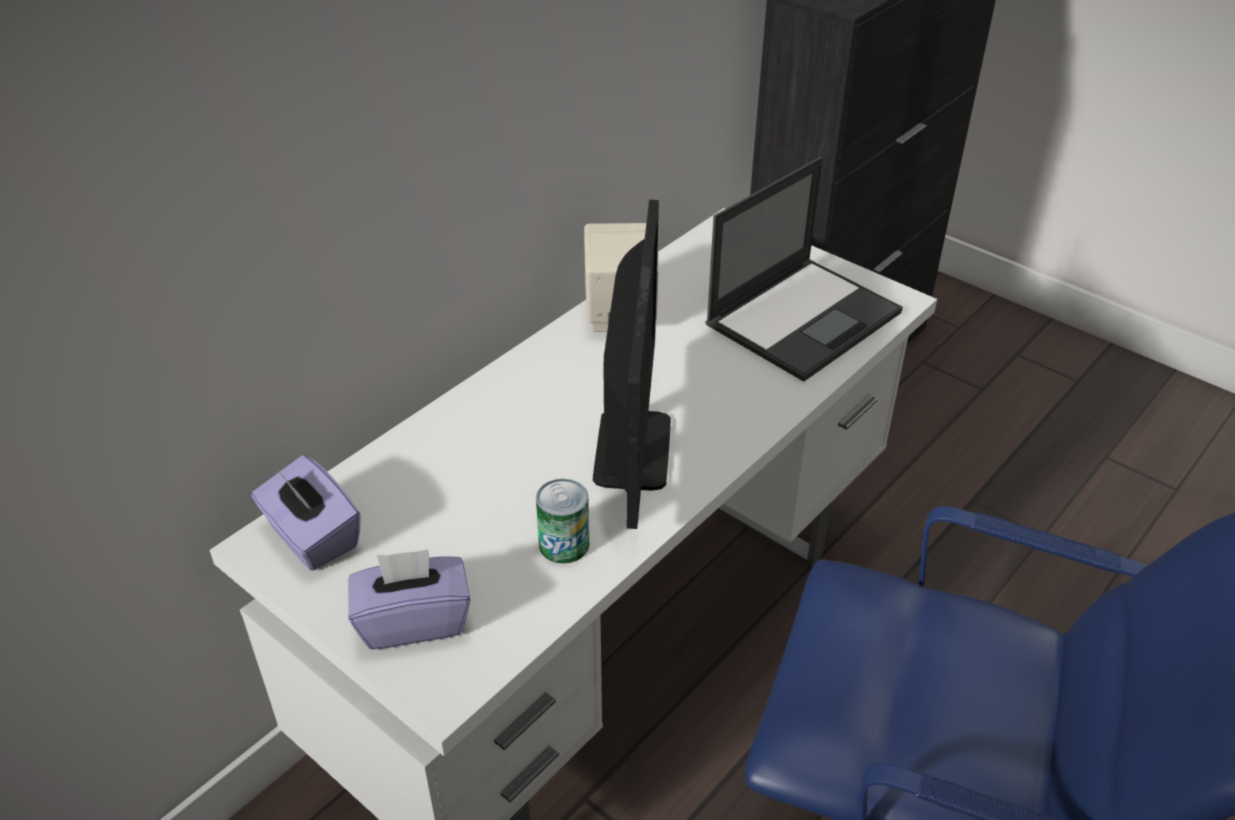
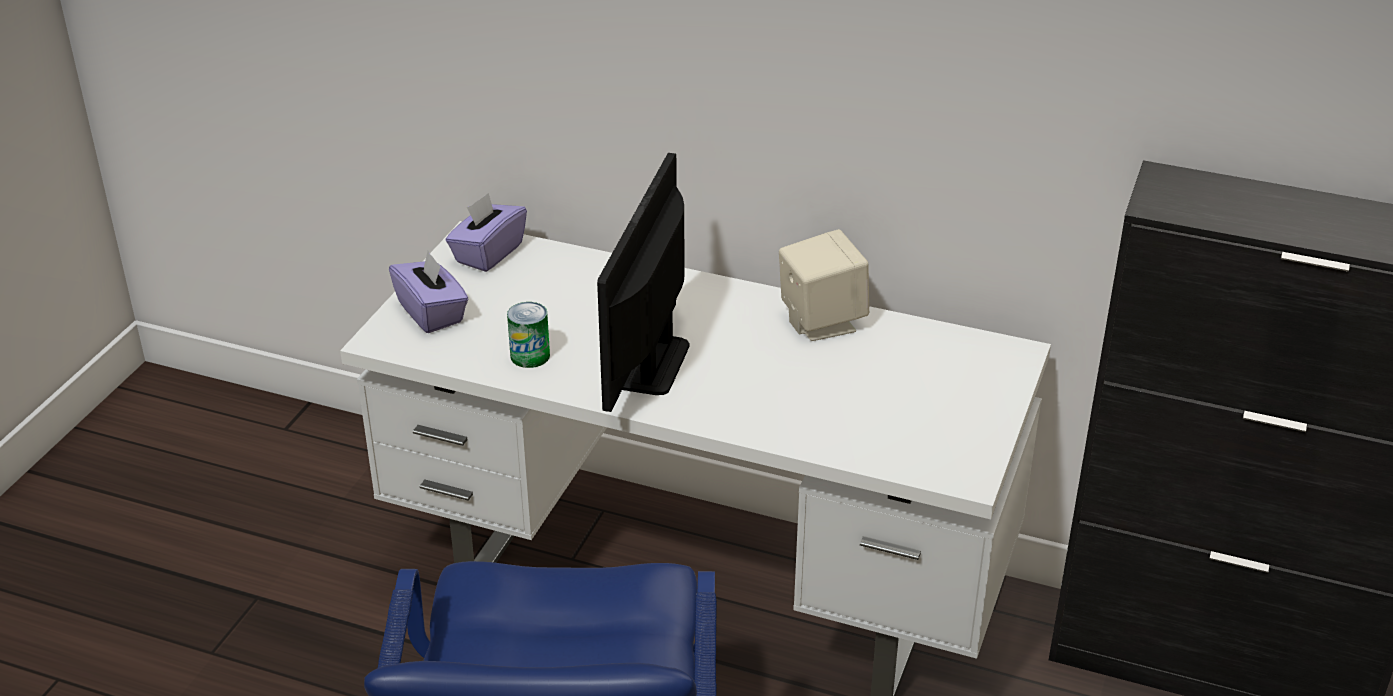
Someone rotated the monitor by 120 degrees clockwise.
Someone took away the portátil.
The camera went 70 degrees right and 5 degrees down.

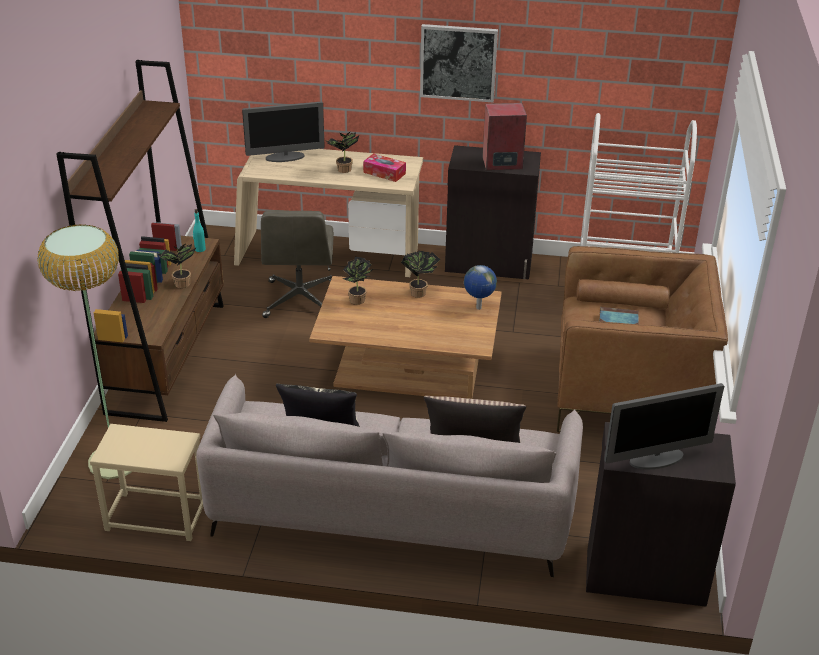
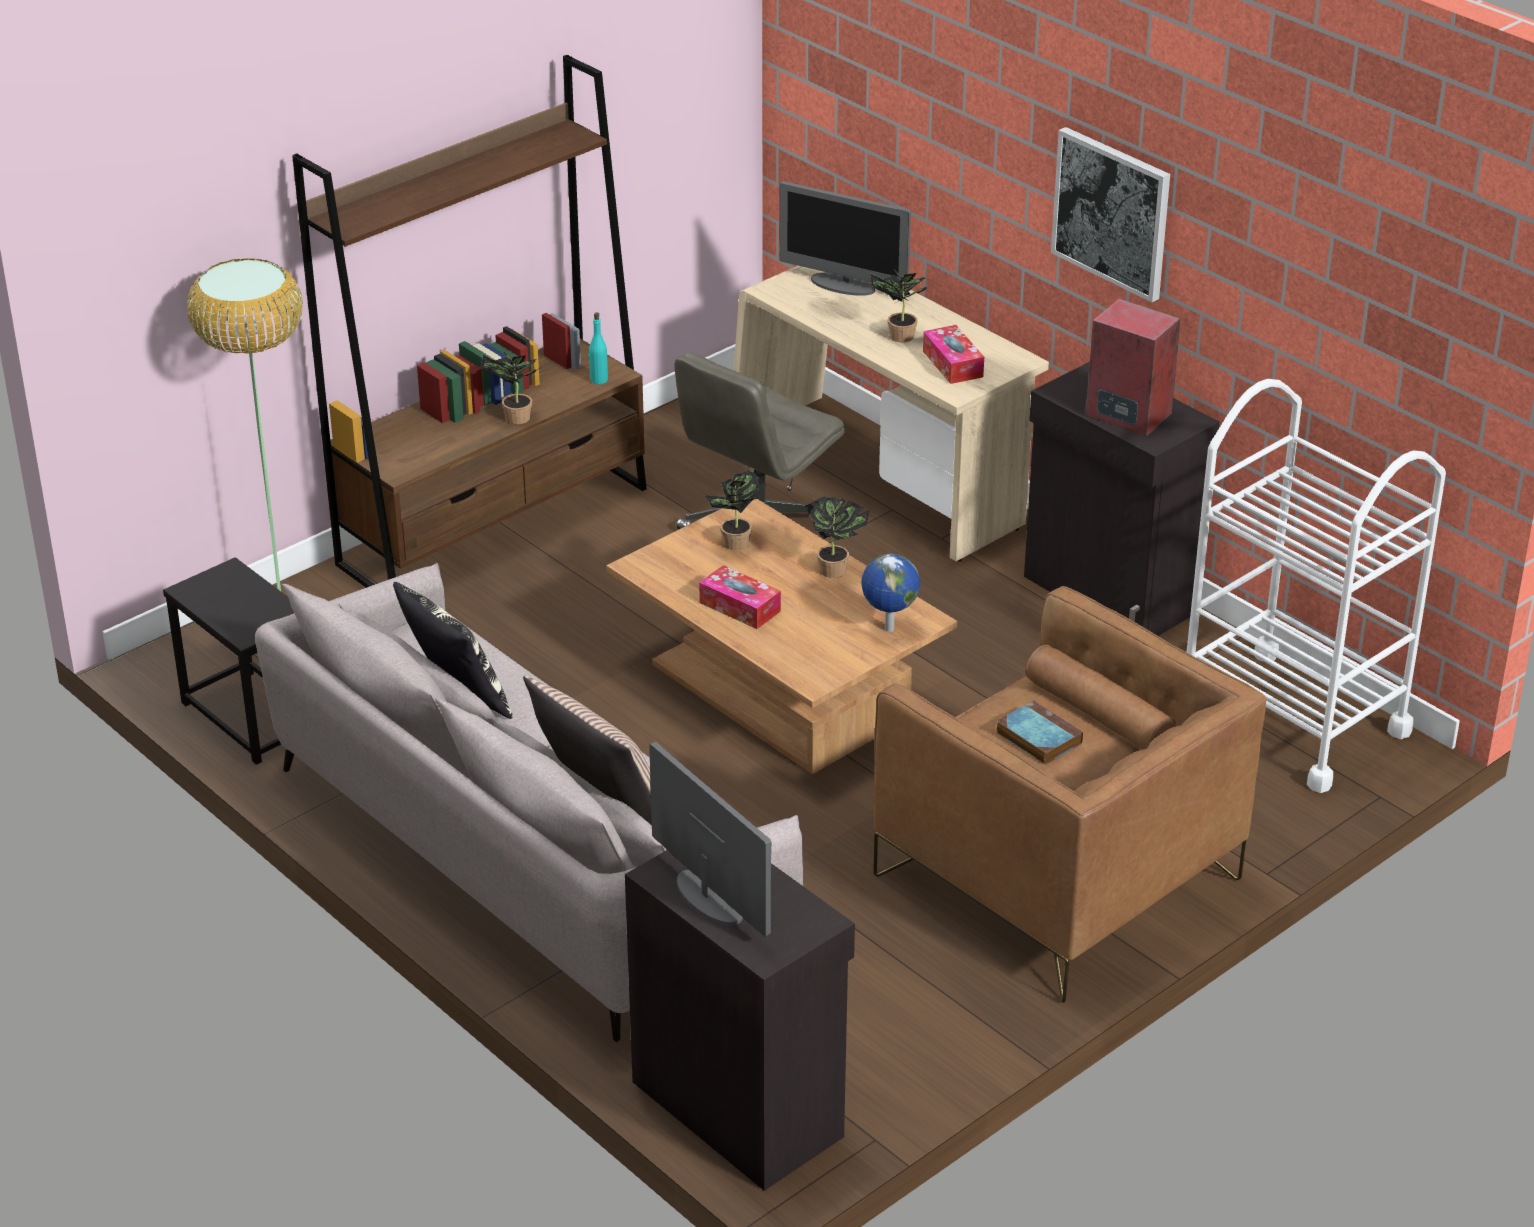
Someone repainted the mesa auxiliar/beis, which became the mesa auxiliar/negro.
Someone rotated the monitor (2nd from left in the first image) by 150 degrees counterclockwise.
Someone put down the caja de pañuelos (1st from left).
The camera went 40 degrees right and 0 degrees up.

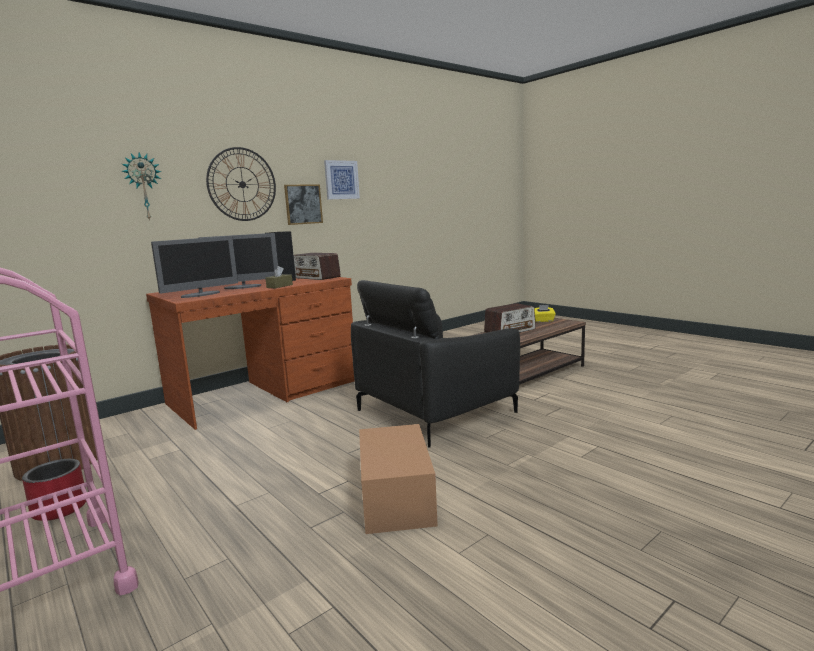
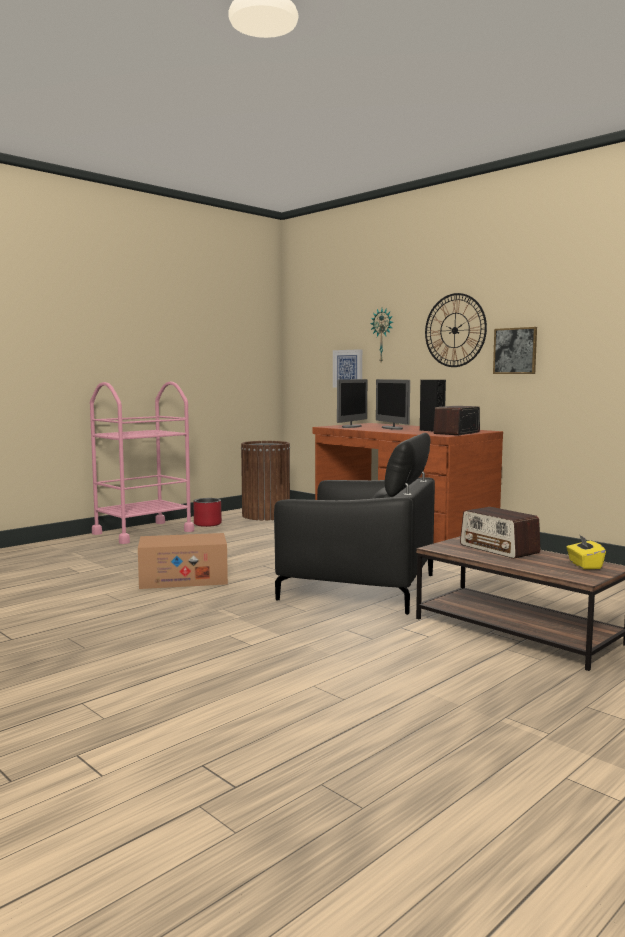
Someone rotated the sillón/negro by 150 degrees clockwise.
Someone carried the cuadro (2nd from left in the first image).
Someone rotated the monitor (1st from left) by 105 degrees counterclockwise.
Someone took away the caja de pañuelos/marrón.
The camera went 85 degrees right and 5 degrees down.

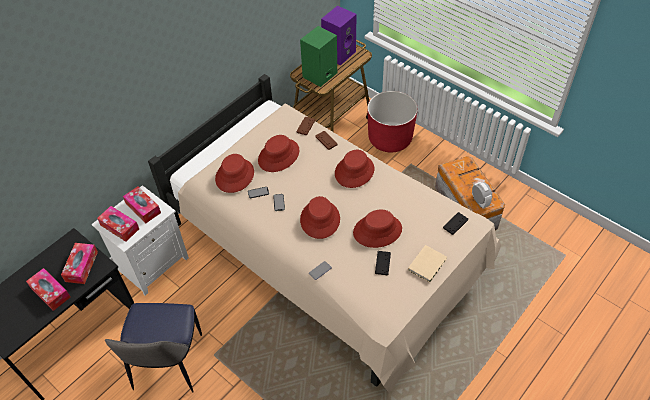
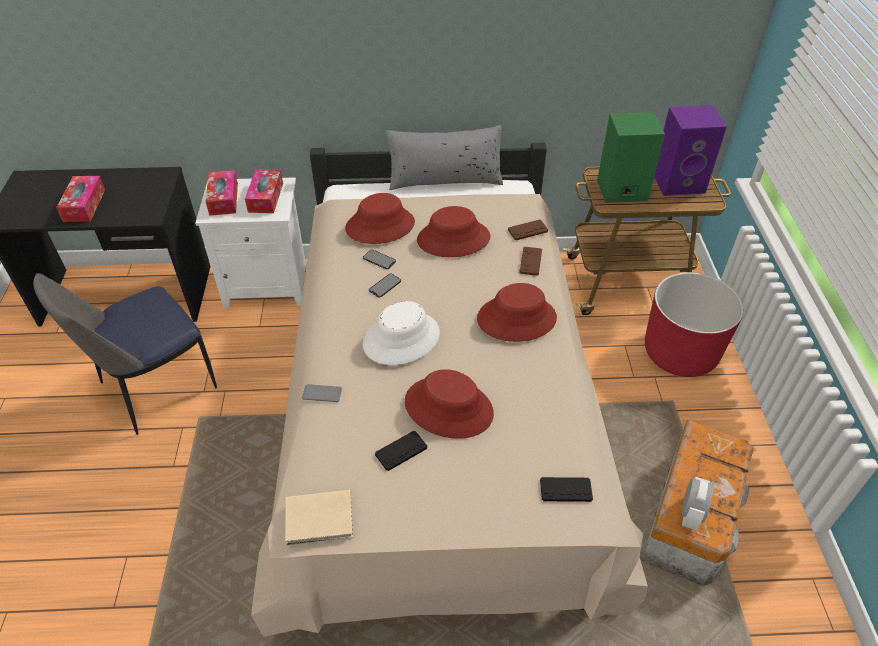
Someone carried the libro/beis.
Someone repainted the sombrero/rojo (3rd from left), which became the sombrero/blanco.
Someone put down the cojín/gris.
Someone took away the caja de pañuelos (2nd from left).
The camera went 45 degrees right and 5 degrees down.

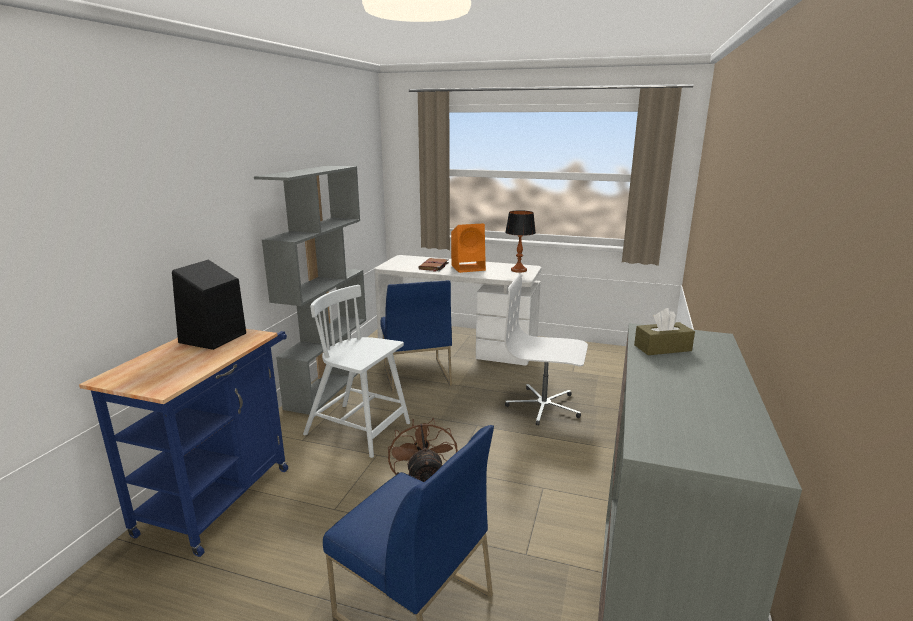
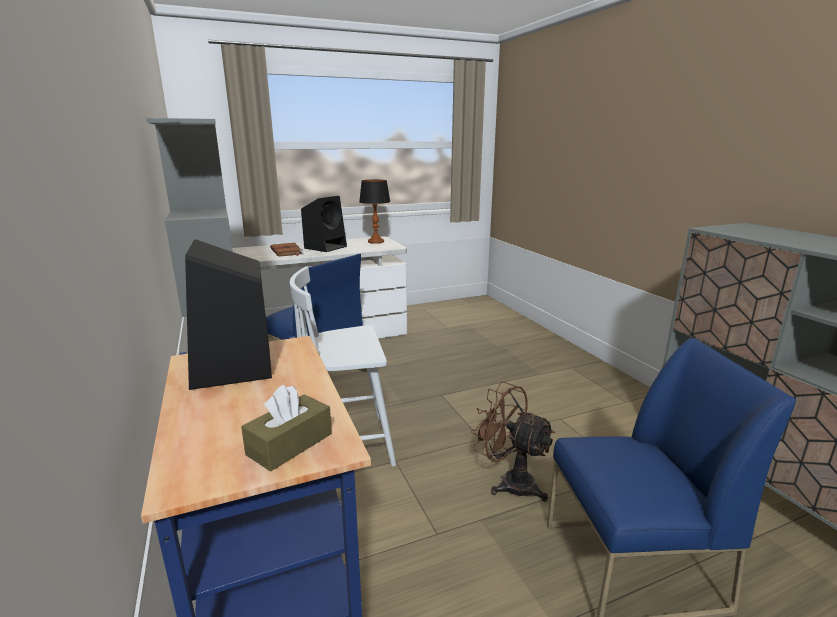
Someone carried the caja de pañuelos/marrón.
Someone repainted the altavoz/naranja, which became the altavoz/negro (2nd from left).
Someone took away the silla de oficina/blanco.
The camera went 40 degrees left and 0 degrees up.

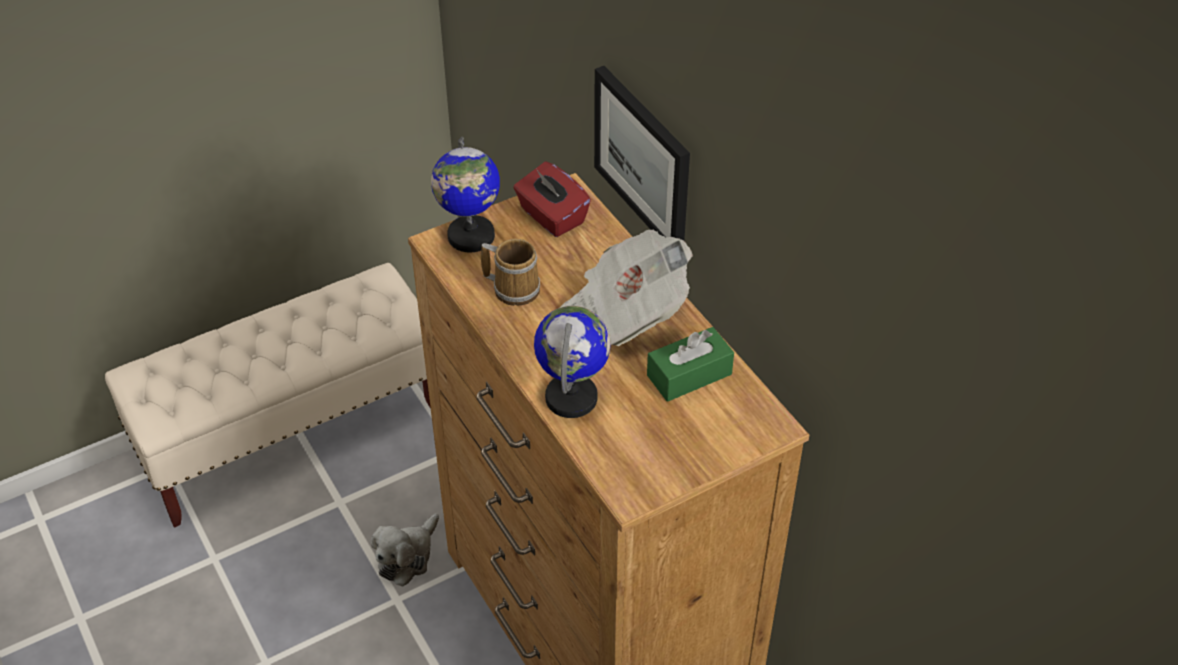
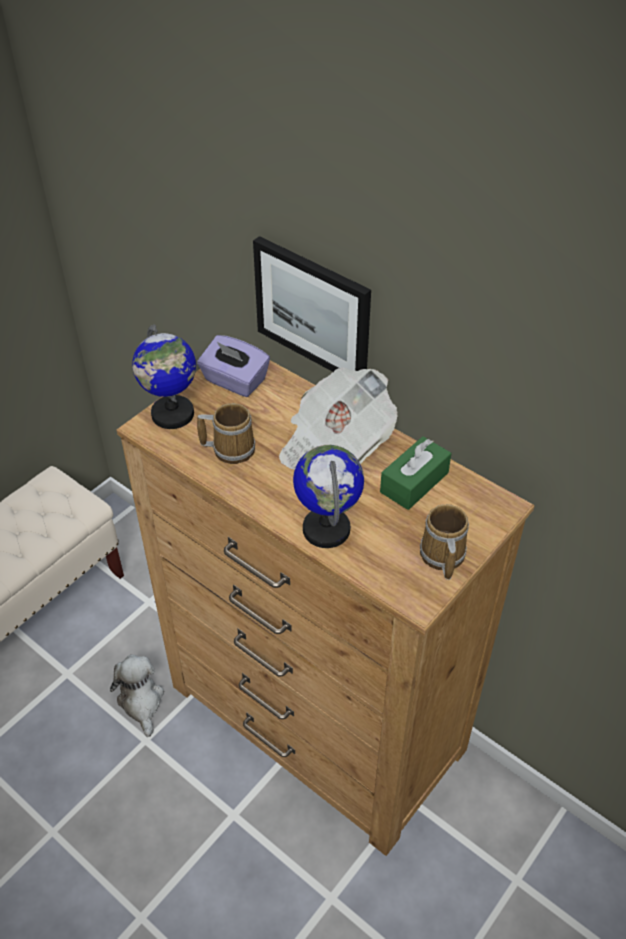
Someone rotated the peluche by 150 degrees clockwise.
Someone repainted the caja de pañuelos/rojo, which became the caja de pañuelos/morado.
Someone put down the taza grande (2nd from left).
The camera went 20 degrees left and 0 degrees up.

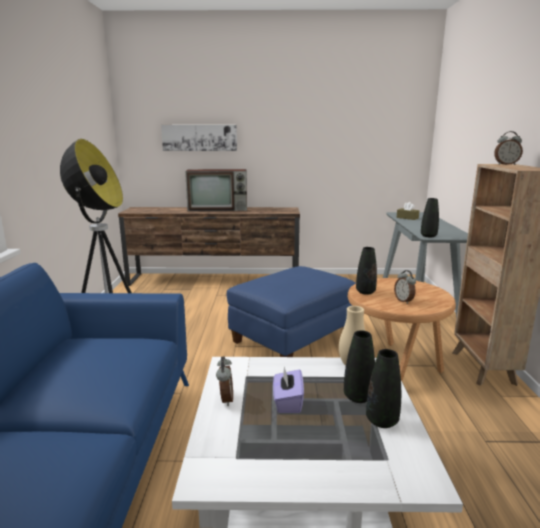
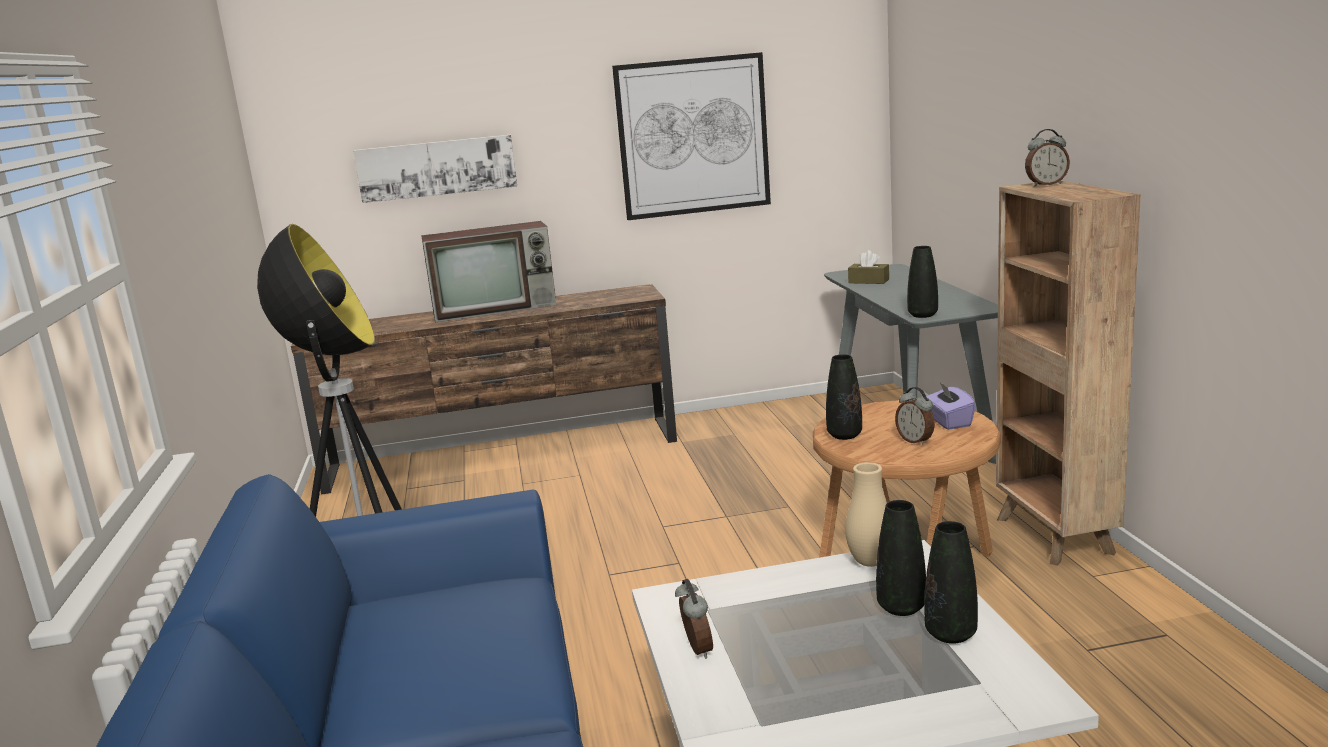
Someone put up the cuadro (2nd from left).
Someone carried the caja de pañuelos/morado.
Someone took away the puf/azul.
The camera went 10 degrees left and 0 degrees up.

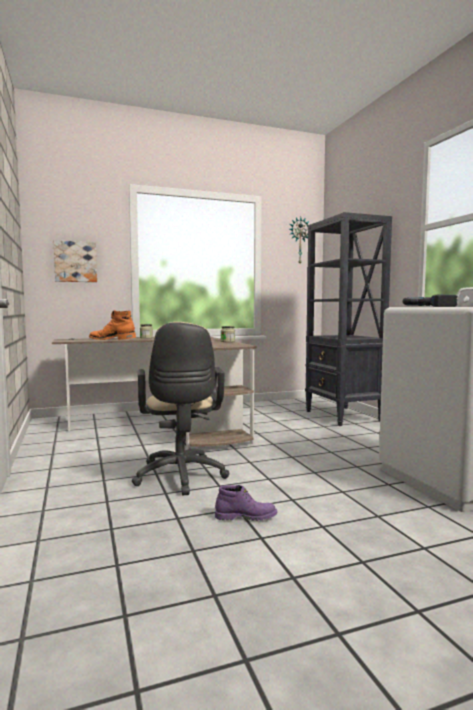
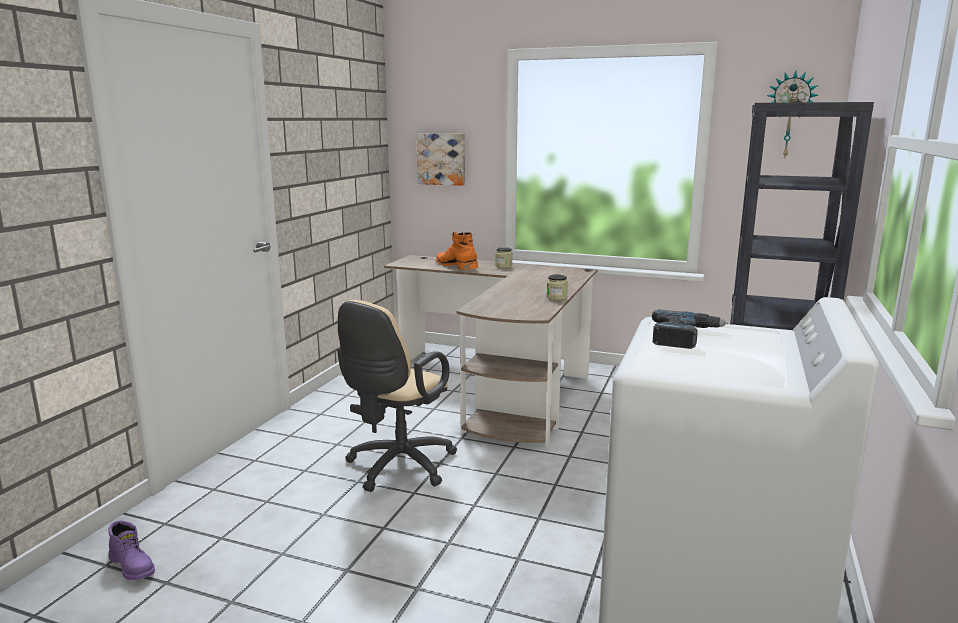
Someone carried the bota/morado.
The camera went 40 degrees right and 10 degrees up.

